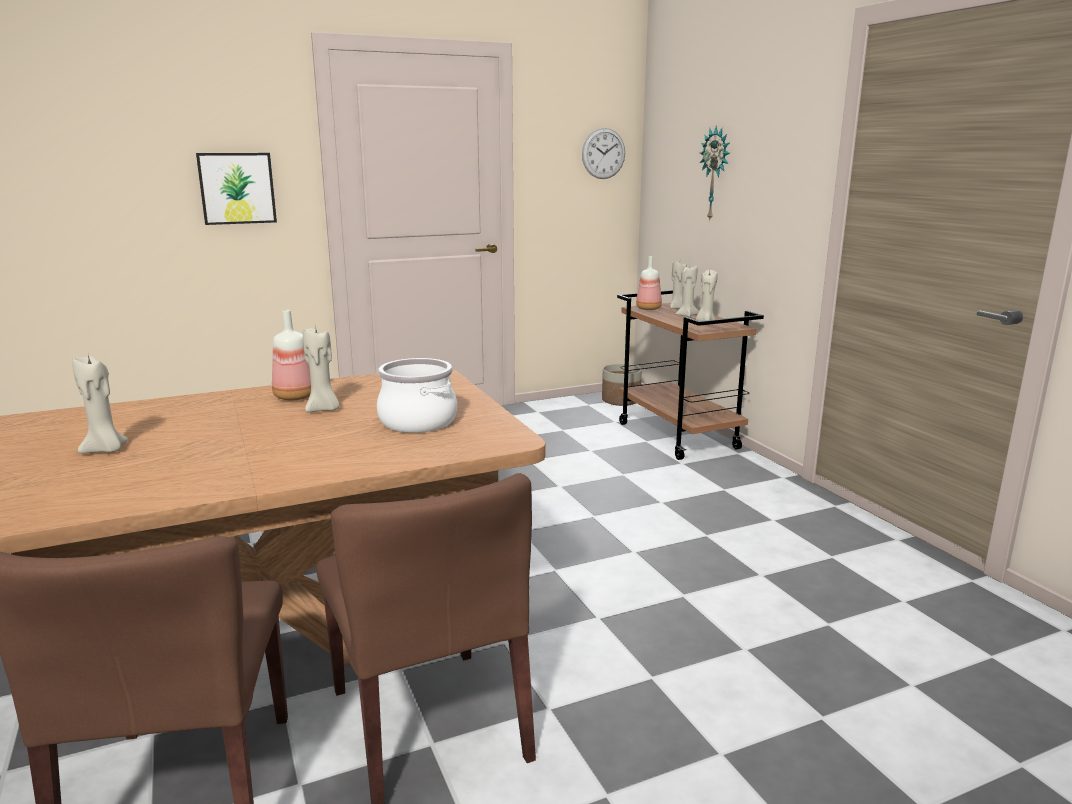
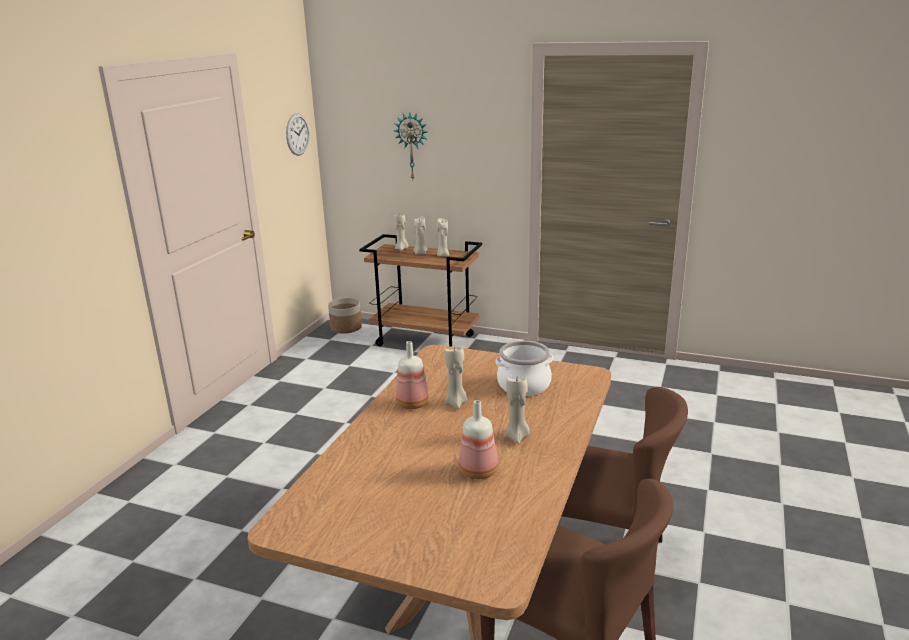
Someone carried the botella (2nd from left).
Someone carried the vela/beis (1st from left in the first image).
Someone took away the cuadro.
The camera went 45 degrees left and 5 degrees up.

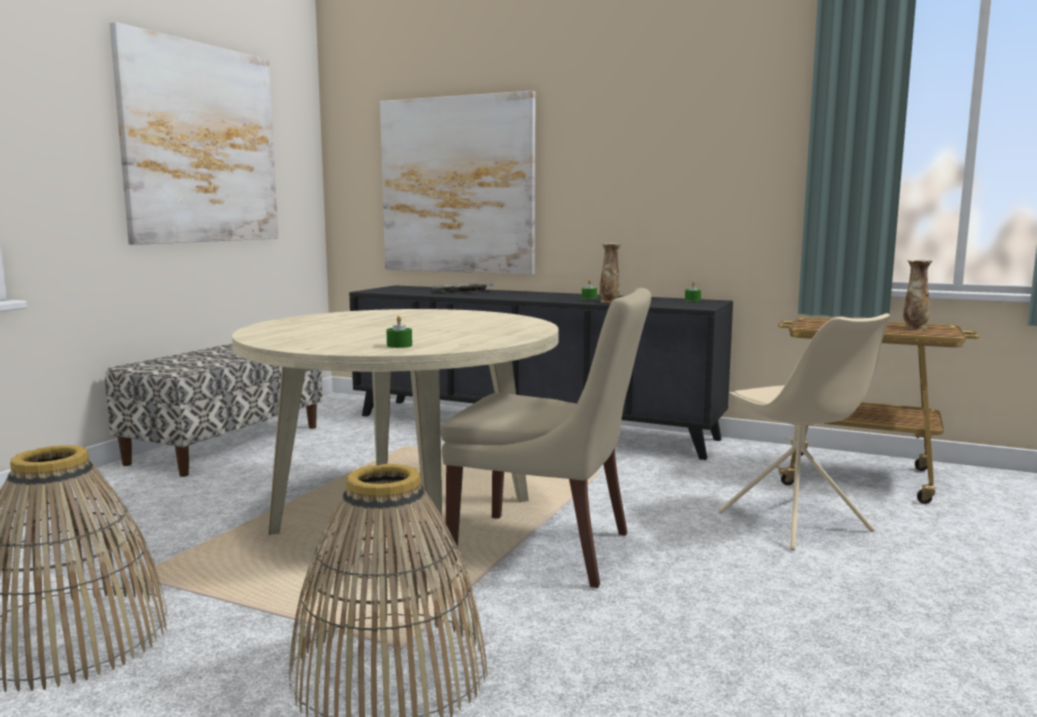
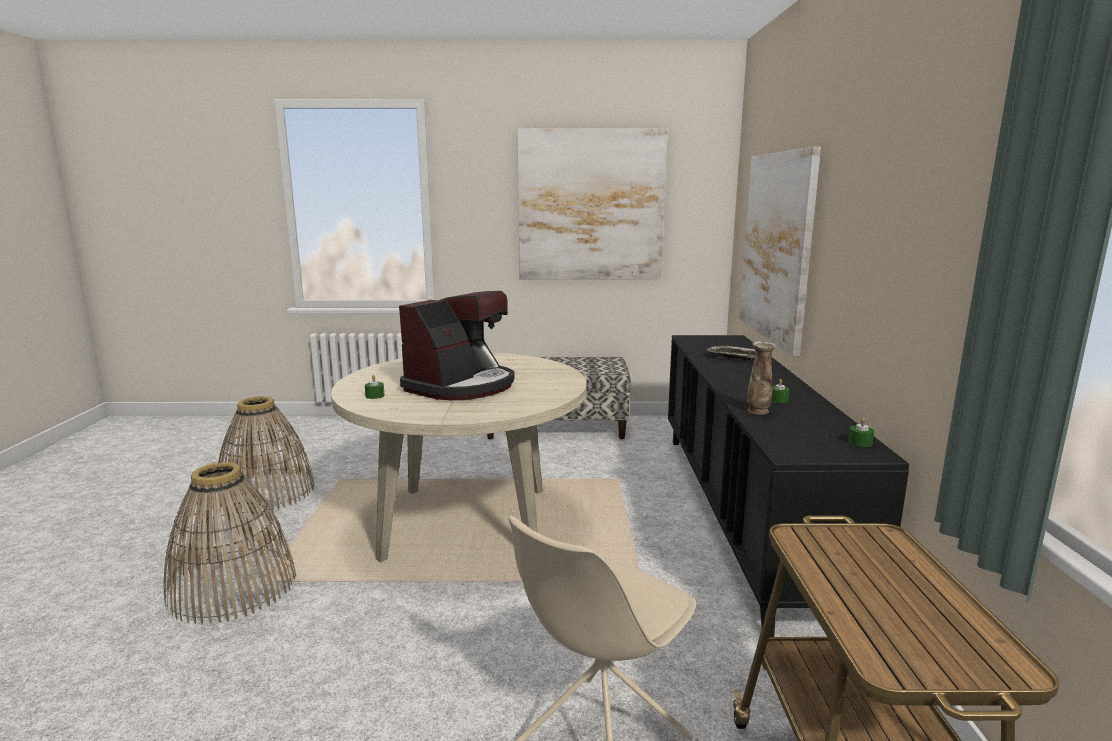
Someone put down the cafetera.
Someone took away the silla/beis (1st from left).
Someone took away the florero (2nd from left).
The camera went 65 degrees right and 5 degrees up.

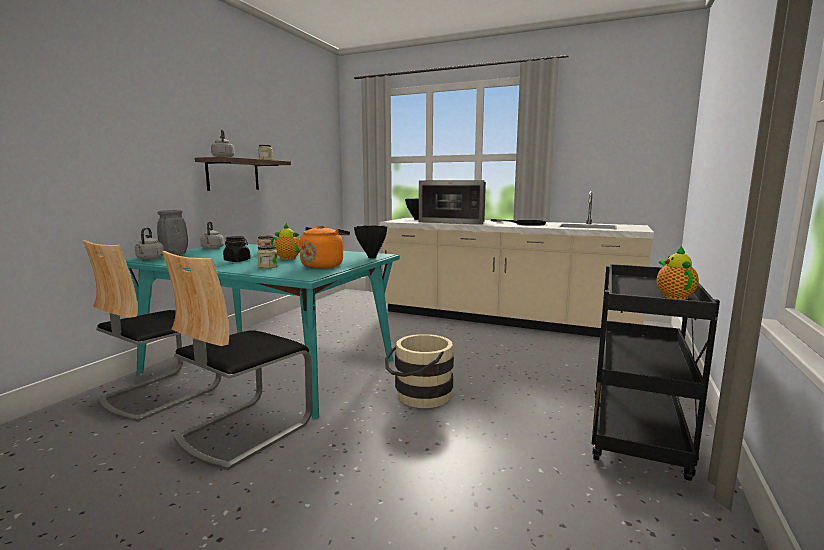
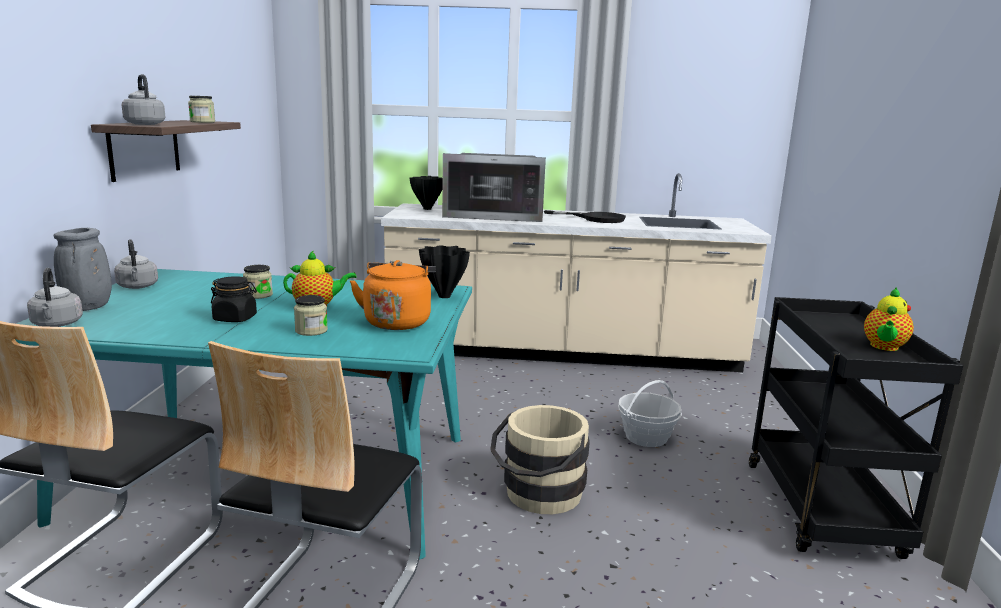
Someone put down the cesta.
Someone rotated the tetera (2nd from left) by 135 degrees counterclockwise.
The camera went 20 degrees left and 5 degrees up.

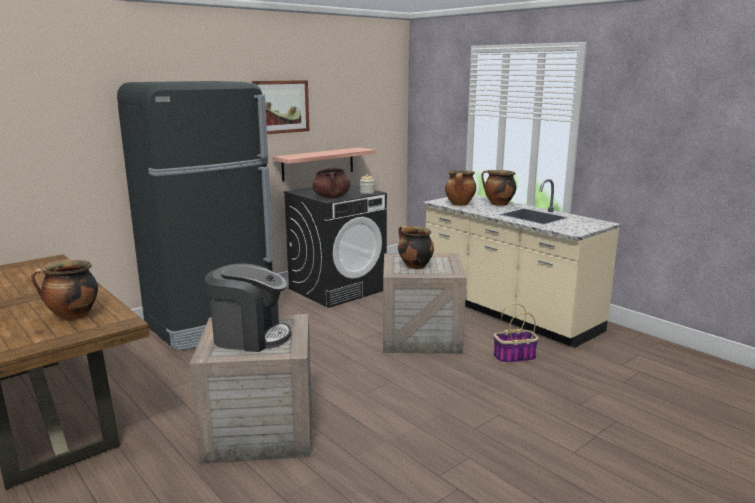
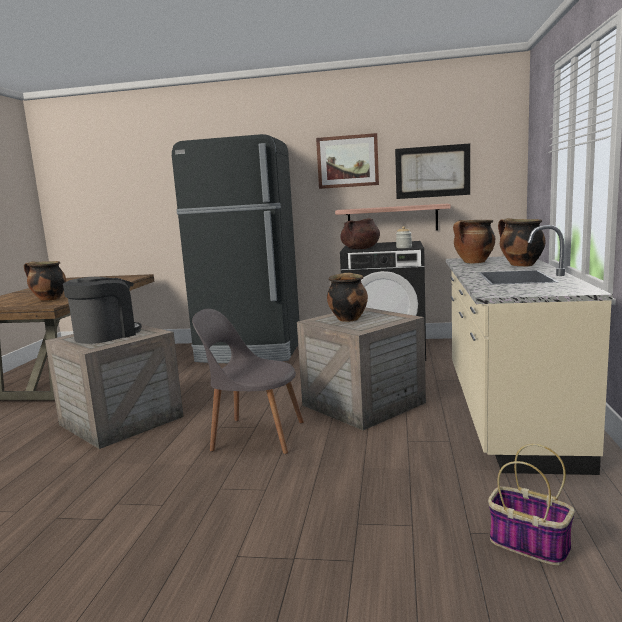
Someone rotated the cafetera by 105 degrees counterclockwise.
Someone put down the silla/gris.
Someone put up the cuadro (2nd from left).
Someone carried the cesta.
The camera went 50 degrees right and 5 degrees down.

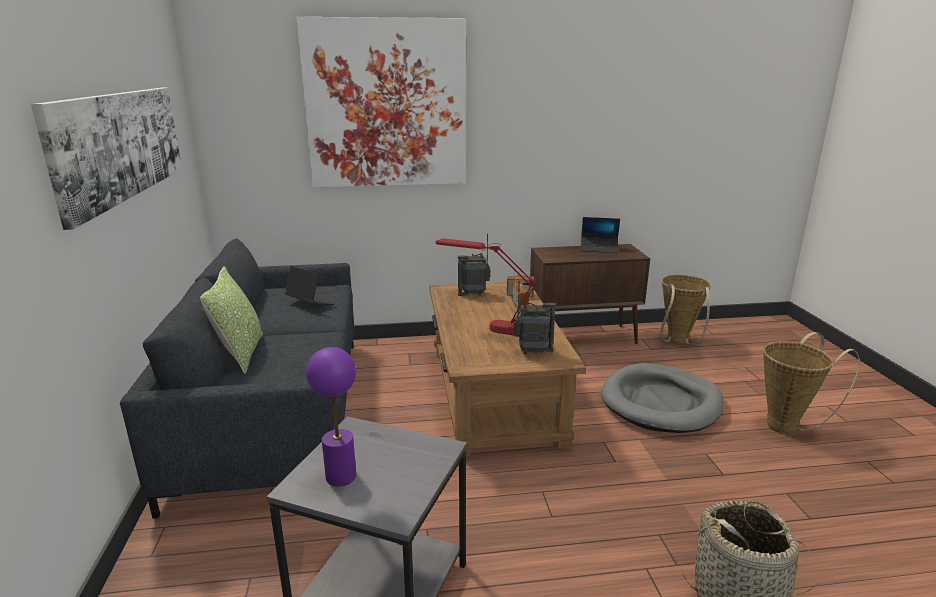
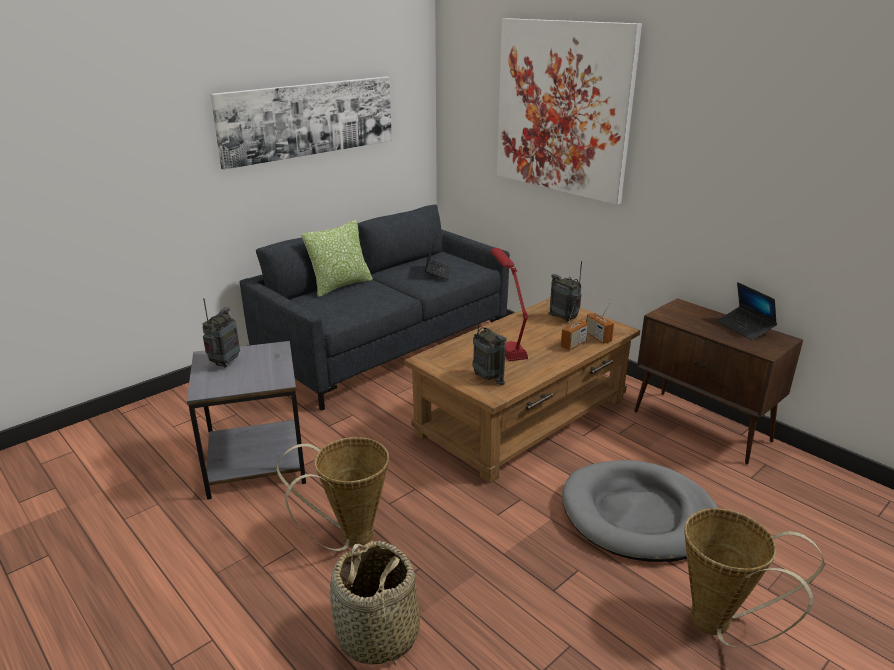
Someone swapped the lámpara de mesa/morado for the radio (1st from left).
Someone carried the cesta (1st from left).
The camera went 55 degrees right and 5 degrees up.

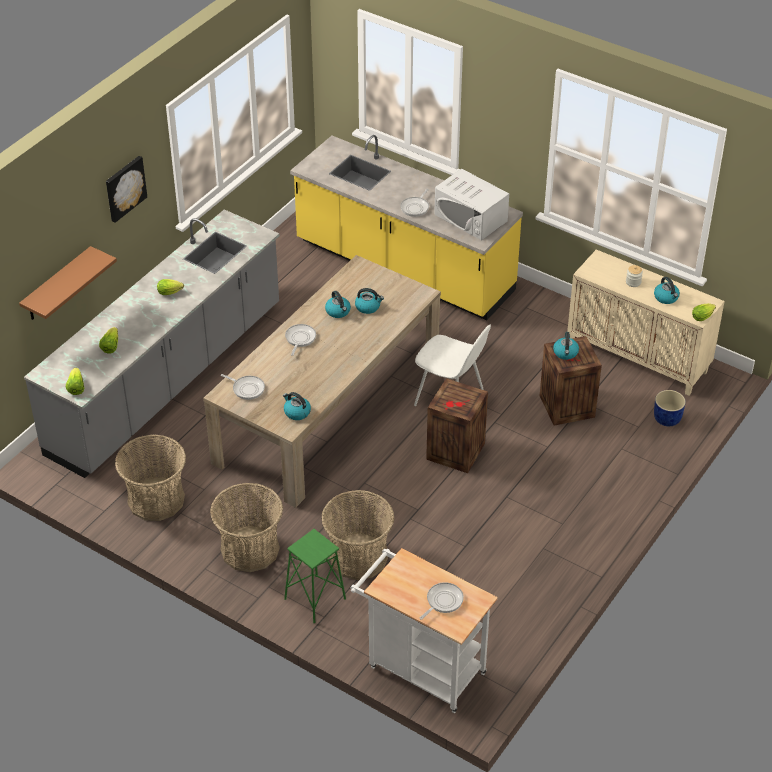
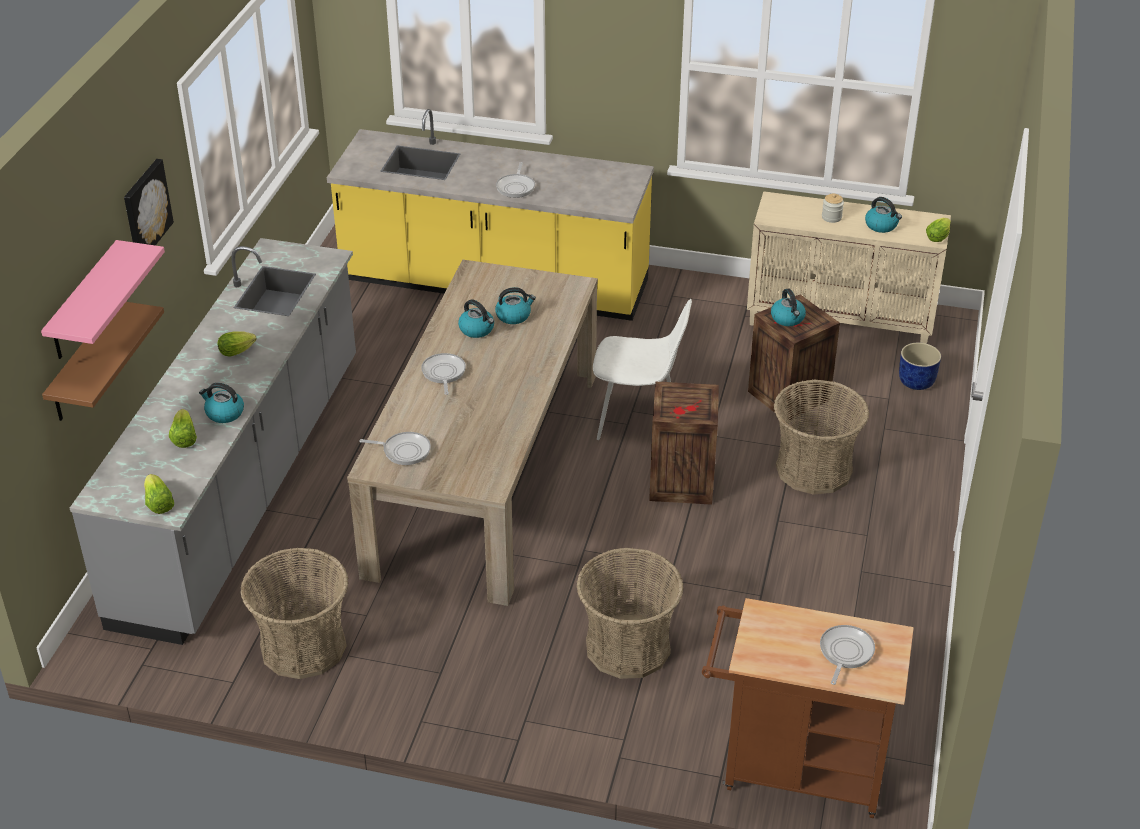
Someone put up the estante/rosa.
Someone carried the hervidor (1st from left).
Someone repainted the carrito/blanco, which became the carrito/marrón.
Someone carried the cesta (2nd from left in the first image).
Someone took away the taburete/verde.
Someone took away the microondas/blanco.
The camera went 20 degrees left and 5 degrees down.

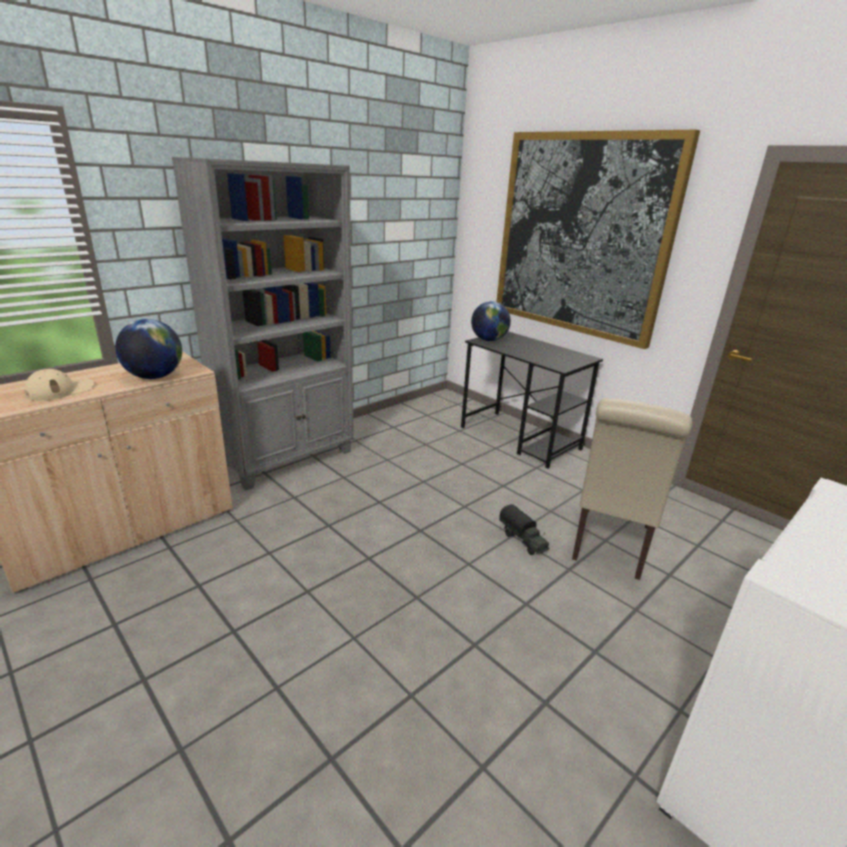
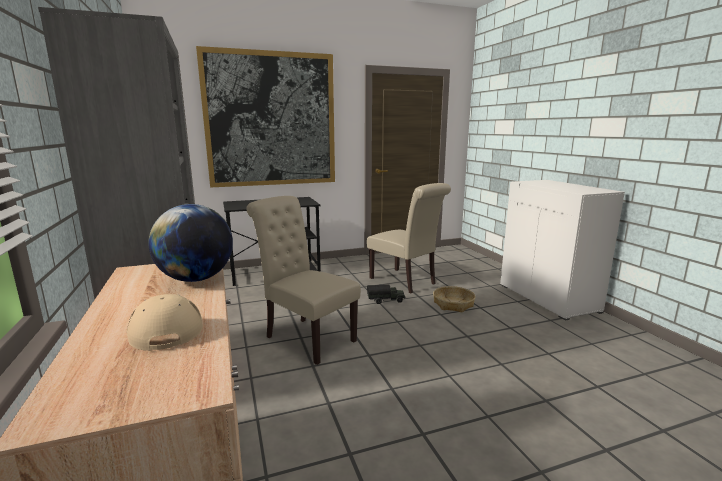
Someone put down the silla/beis (1st from left).
Someone put down the cesta.
Someone took away the globo terráqueo (2nd from left).
The camera went 65 degrees left and 10 degrees down.

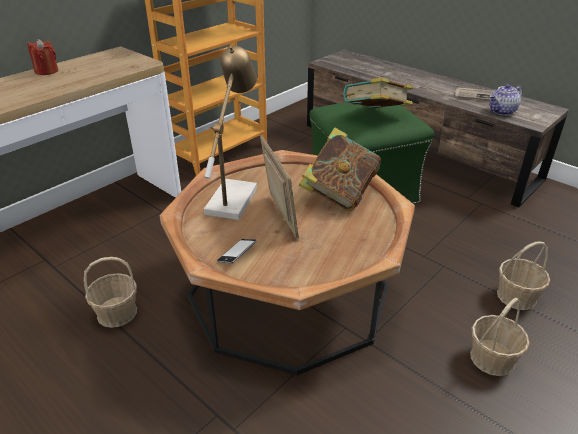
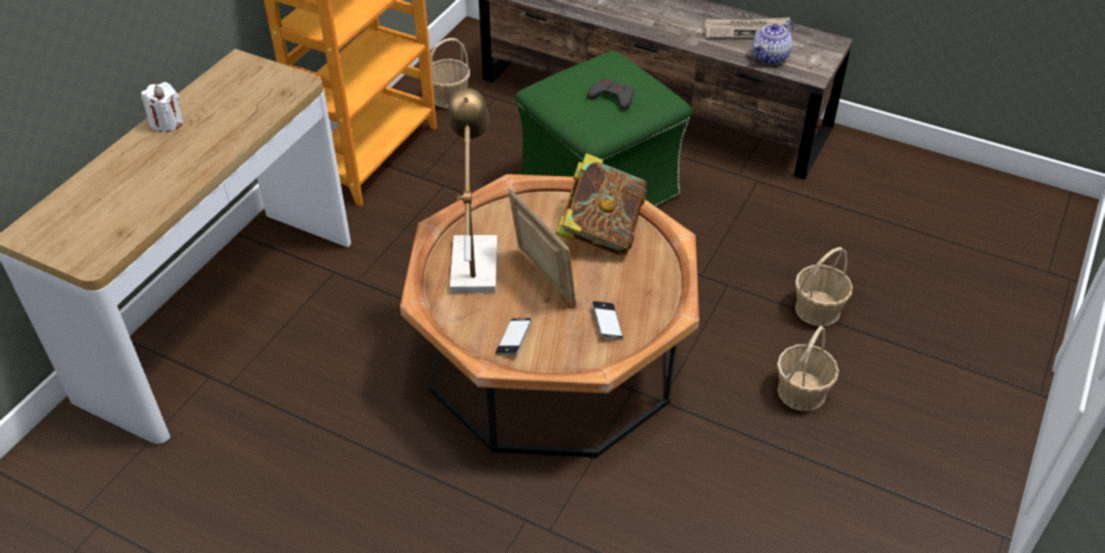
Someone repainted the vela/rojo, which became the vela/blanco.
Someone carried the cesta (1st from left).
Someone swapped the libro (2nd from left) for the mando de consola/gris.
Someone put down the móvil (2nd from left).
The camera went 15 degrees left and 10 degrees up.

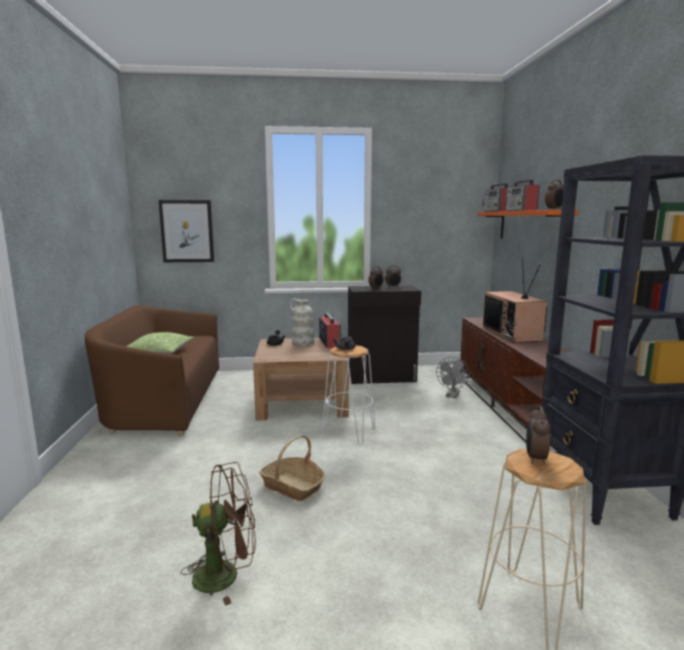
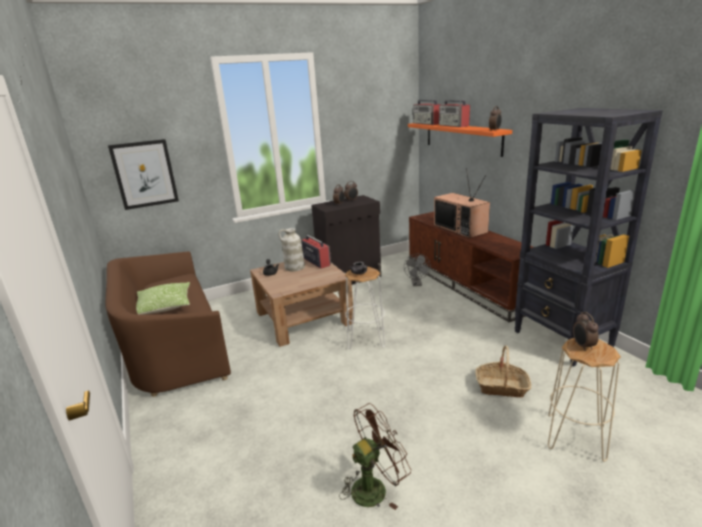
Someone carried the cesta.
The camera went 20 degrees left and 10 degrees up.

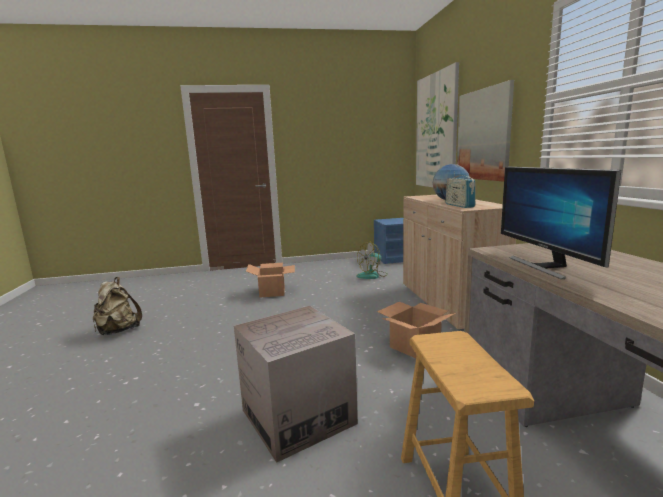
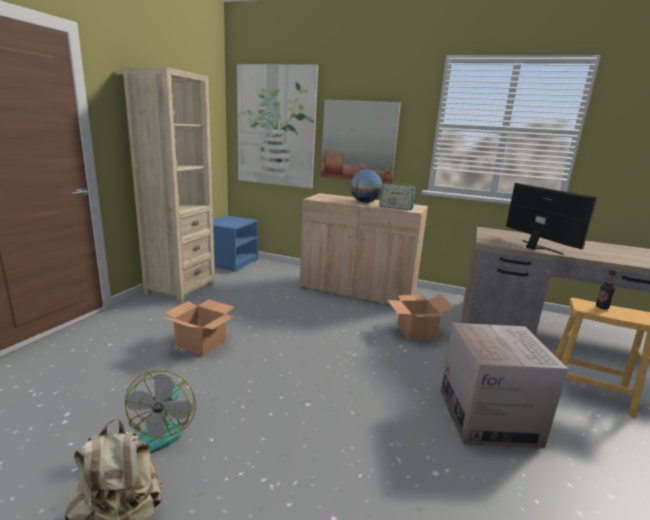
Someone put down the estantería/beis.
Someone carried the ventilador.
Someone rotated the monitor by 135 degrees counterclockwise.
Someone put down the botella.
The camera went 60 degrees left and 5 degrees up.

